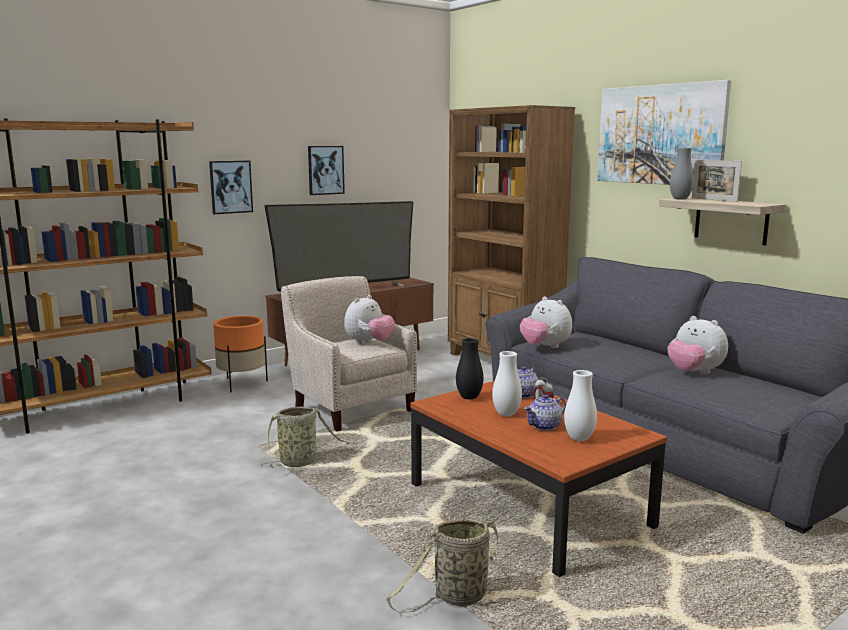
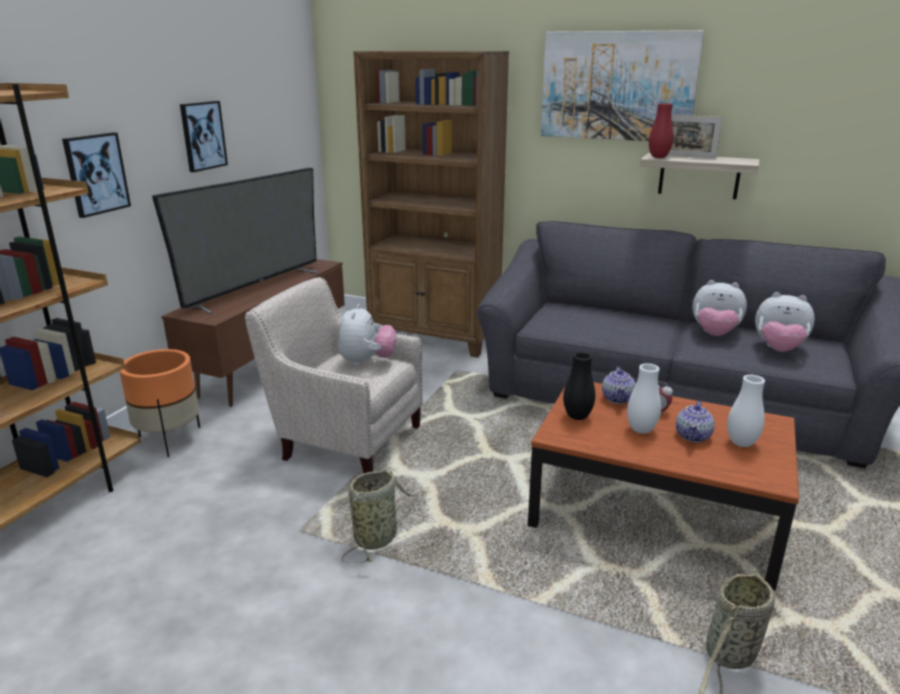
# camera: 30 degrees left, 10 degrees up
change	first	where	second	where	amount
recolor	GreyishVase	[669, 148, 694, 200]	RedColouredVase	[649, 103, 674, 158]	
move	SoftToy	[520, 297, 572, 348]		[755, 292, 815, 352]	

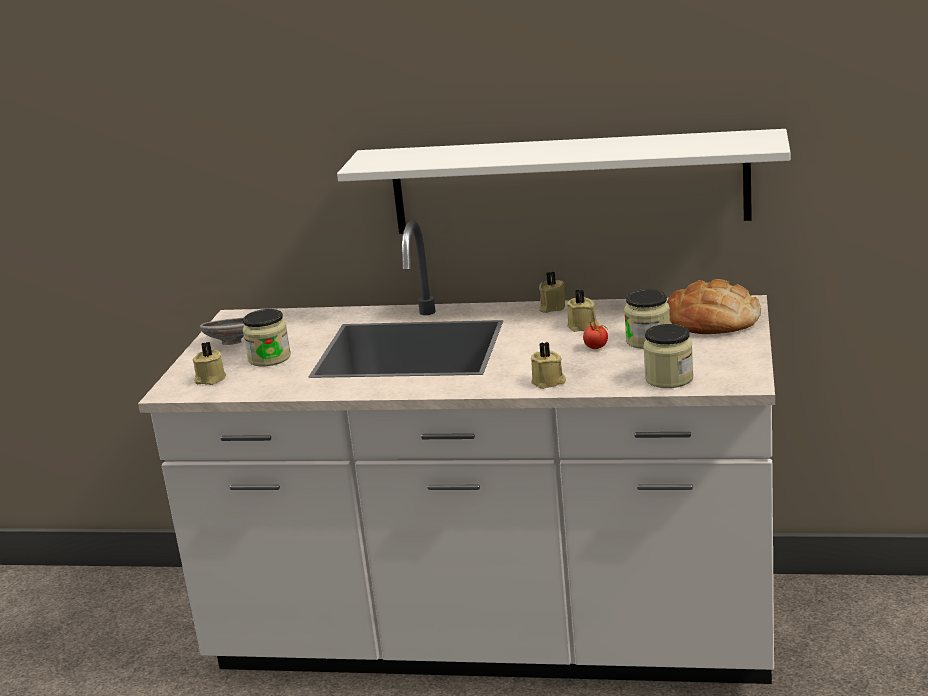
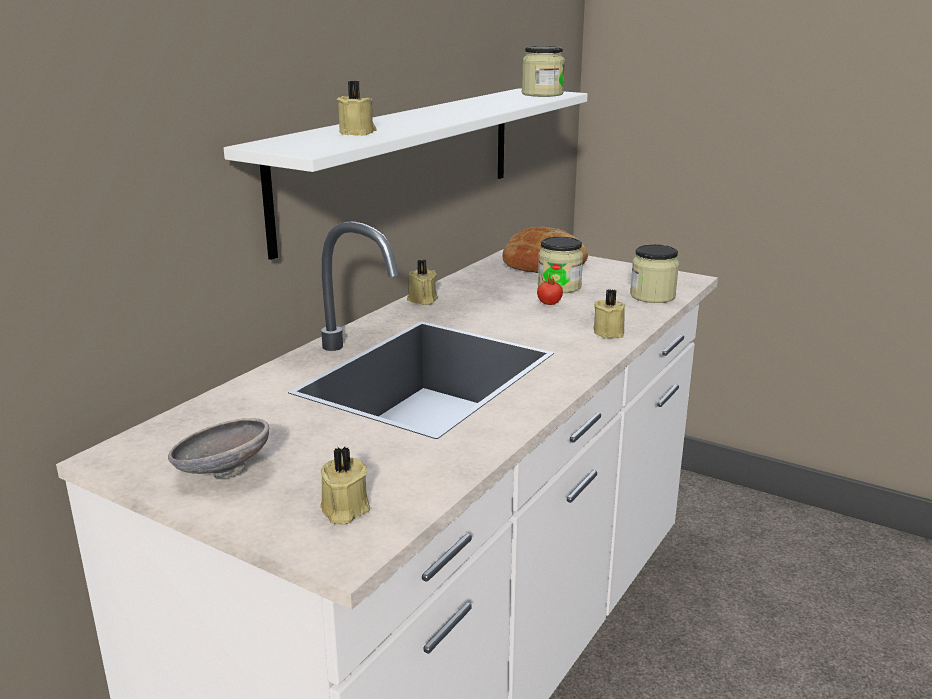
# camera: 70 degrees left, 0 degrees up
change	first	where	second	where	amount
move	BeigeColouredCandle	[567, 290, 599, 332]		[337, 81, 377, 136]	
move	PreserveJar	[243, 309, 291, 366]		[522, 46, 565, 97]	

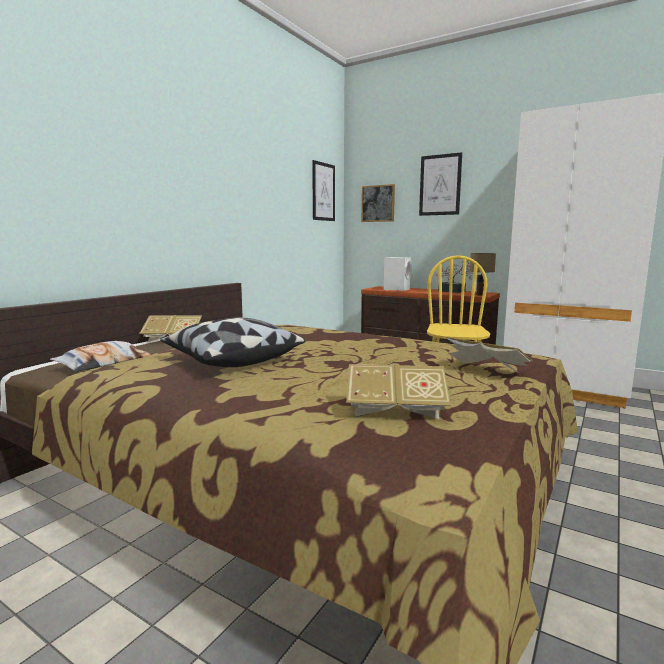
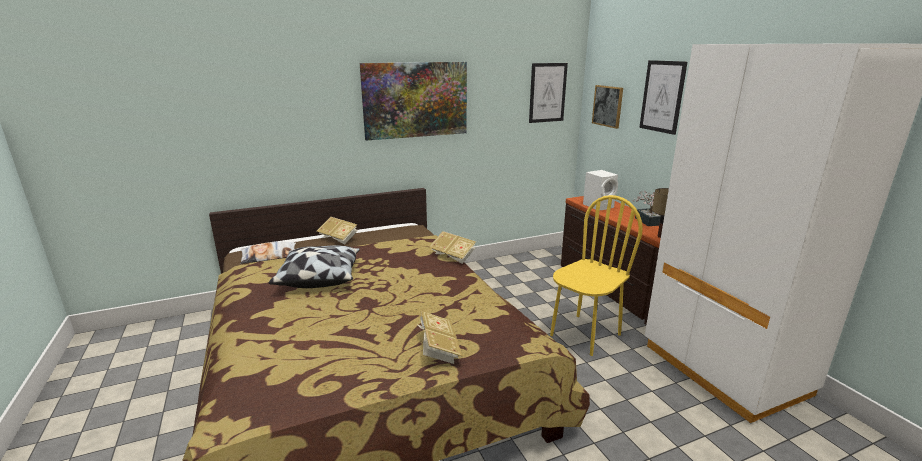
# camera: 35 degrees right, 10 degrees up
change	first	where	second	where	amount
insert			WallPicture	[360, 62, 467, 141]	
move	BoundBook	[346, 364, 451, 419]		[429, 231, 476, 264]	

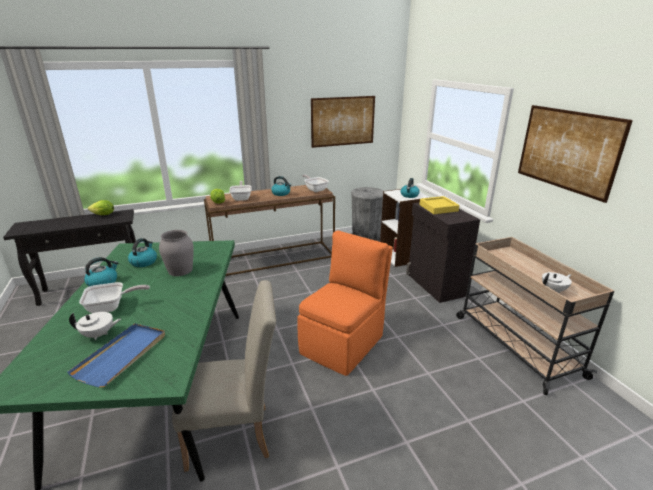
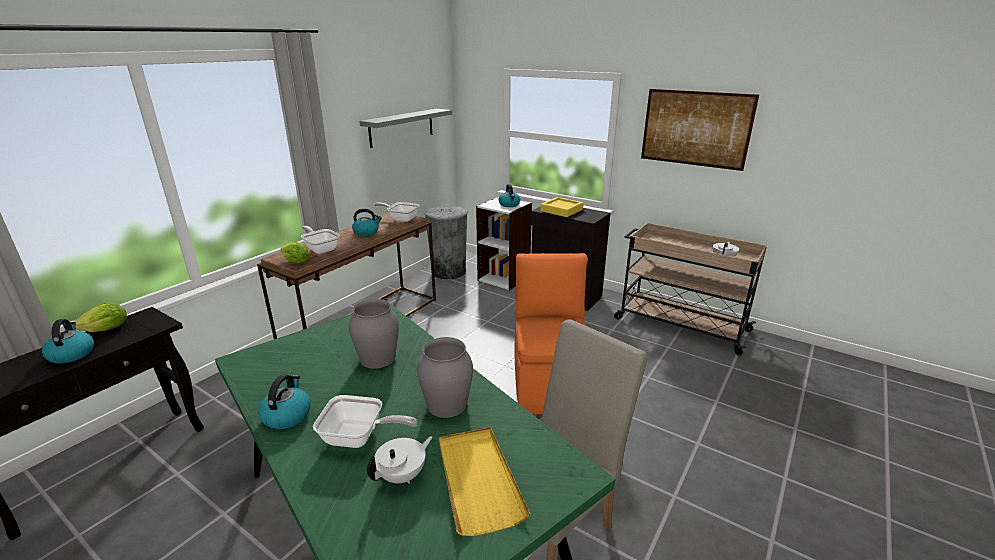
# camera: 35 degrees left, 0 degrees up
change	first	where	second	where	amount
move	TeaKettle	[128, 238, 157, 267]		[42, 319, 94, 364]	
rotate	Pan	[79, 282, 150, 313]		[313, 395, 418, 448]	60 degrees clockwise
replace	WallPicture	[311, 96, 375, 148]	GreyishShelf	[359, 109, 452, 148]	
insert			GreyishVase	[417, 337, 473, 418]	
recolor	BlueColouredTray	[67, 323, 165, 388]	YellowTray	[439, 427, 530, 536]	

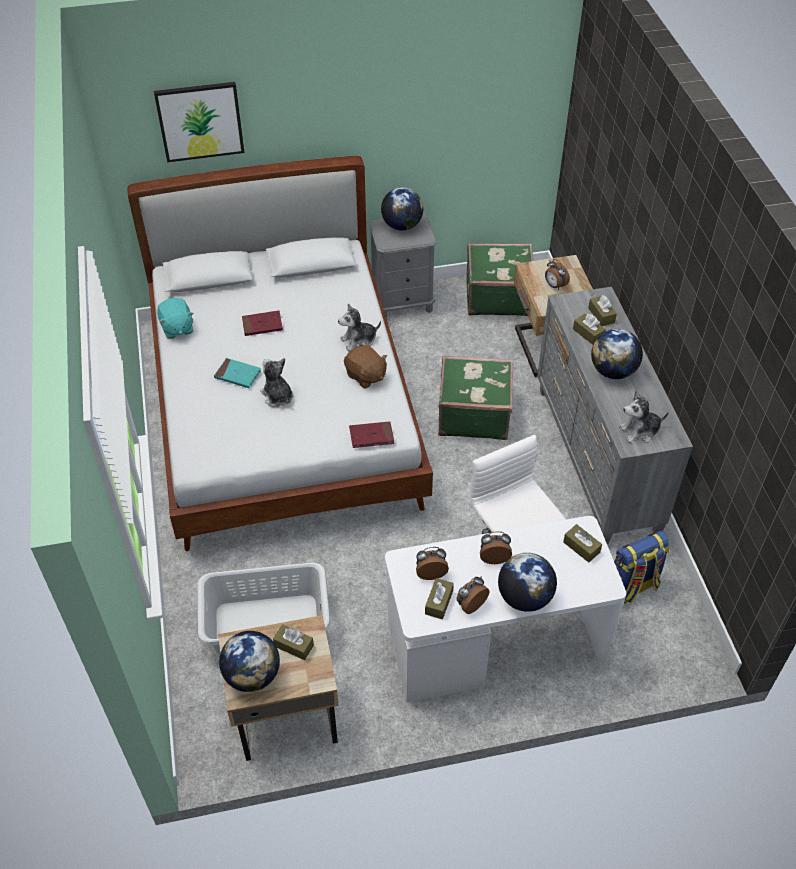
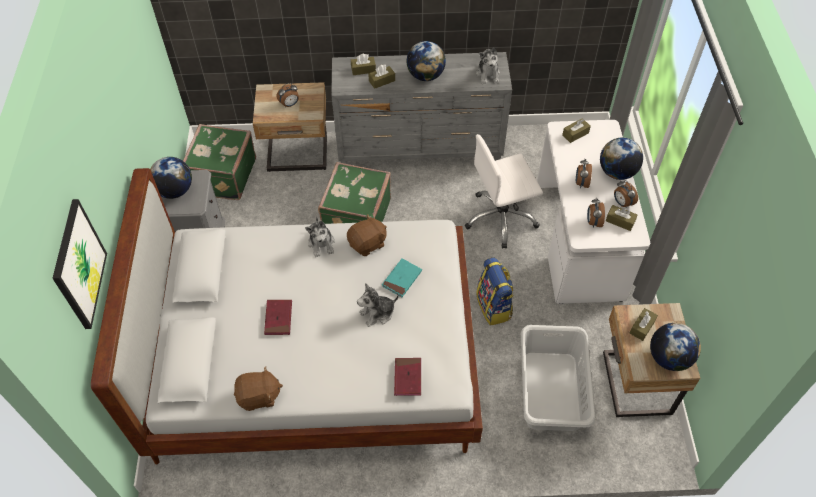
# camera: 80 degrees left, 5 degrees up
change	first	where	second	where	amount
recolor	TurquoiseColouredSoftToy	[157, 298, 194, 339]	BrownColouredSoftToy	[234, 366, 283, 411]	
move	TurquoiseColouredBoundBook	[214, 358, 261, 388]		[382, 258, 422, 297]	
move	RedColouredBoundBook	[349, 421, 394, 448]		[394, 358, 421, 396]	
move	Knapsack	[614, 531, 669, 603]		[476, 258, 514, 326]	

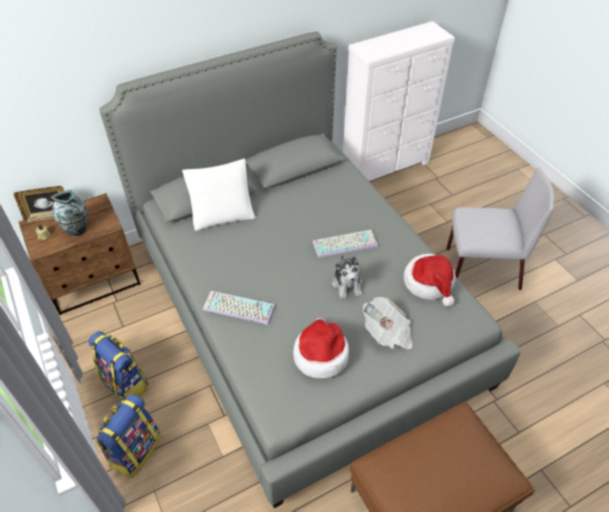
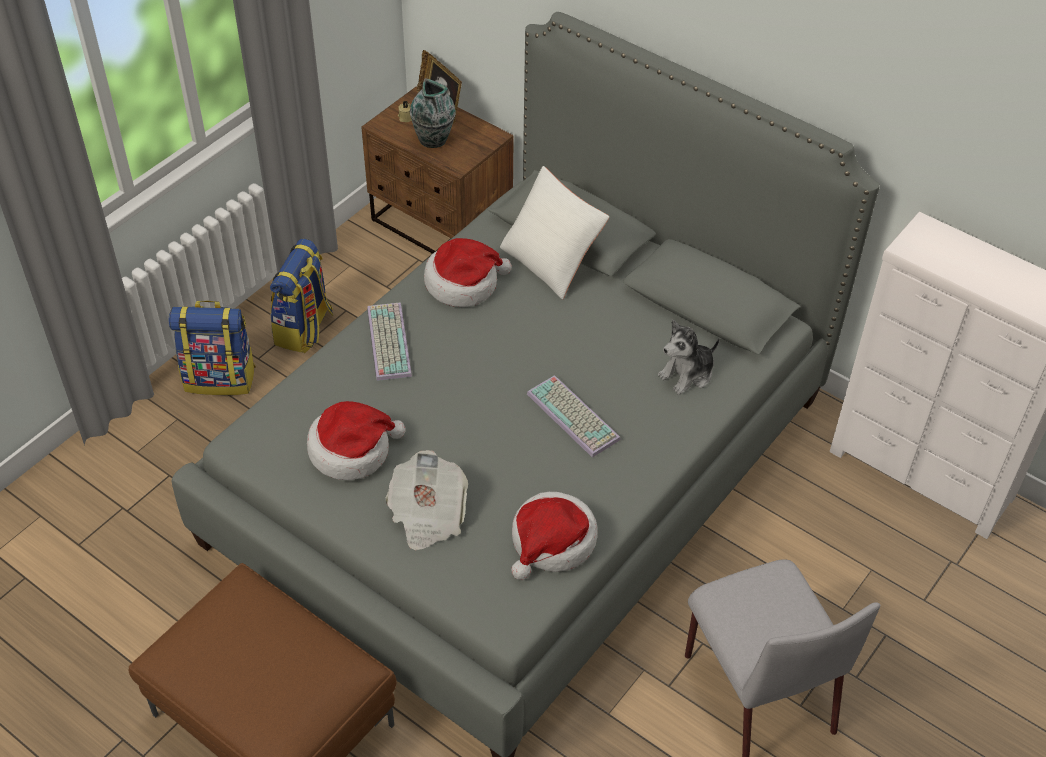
# camera: 65 degrees right, 0 degrees up
change	first	where	second	where	amount
insert			ClothingHat	[424, 238, 512, 307]	
move	SoftToy	[332, 255, 362, 299]		[658, 320, 720, 395]	

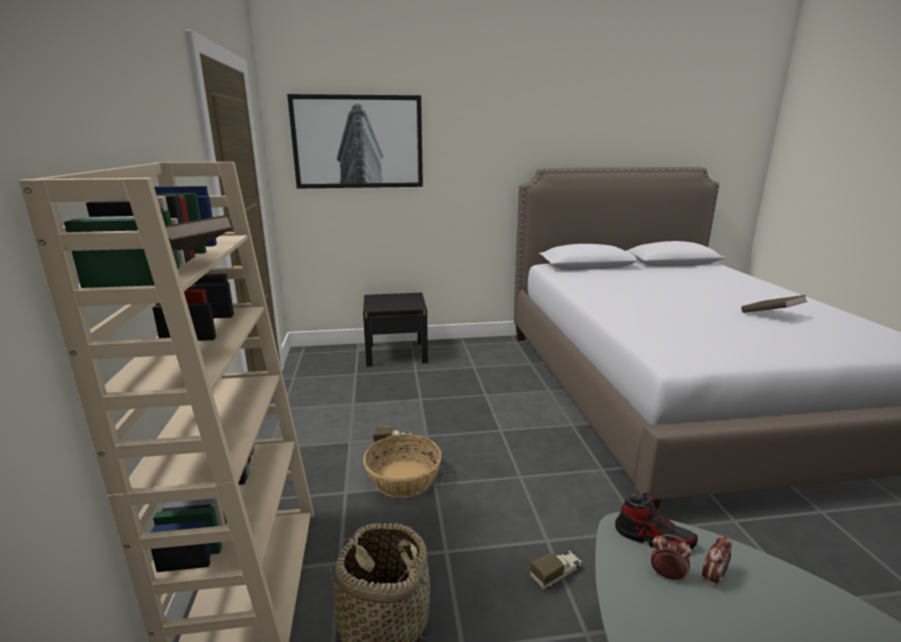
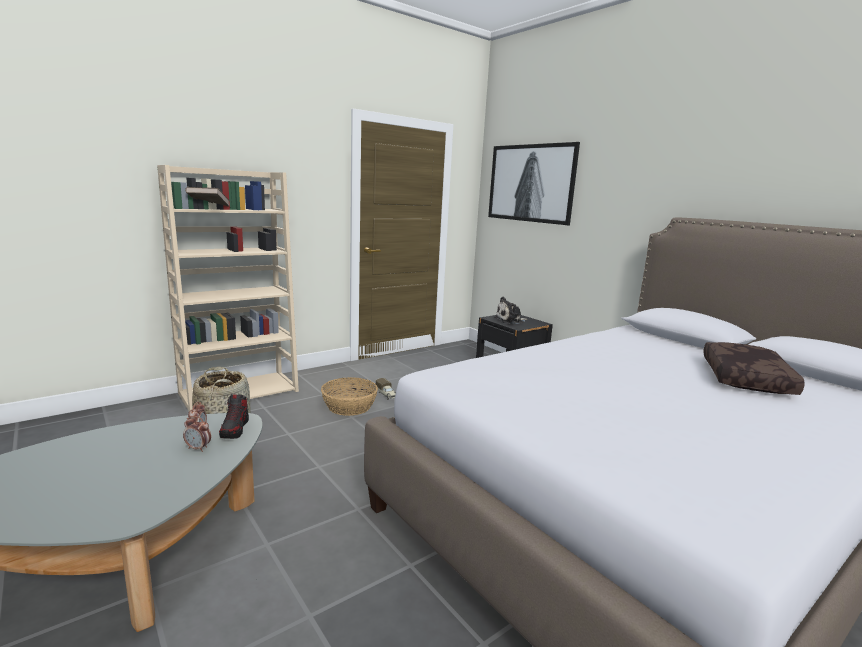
# camera: 60 degrees right, 5 degrees down
change	first	where	second	where	amount
insert			SoftToy	[494, 297, 528, 324]	
insert			BrownColouredThrowPillow	[703, 342, 805, 395]	
delete	ModelTruck	[530, 551, 582, 589]			
delete	BrownColouredBoundBook	[741, 295, 808, 313]			

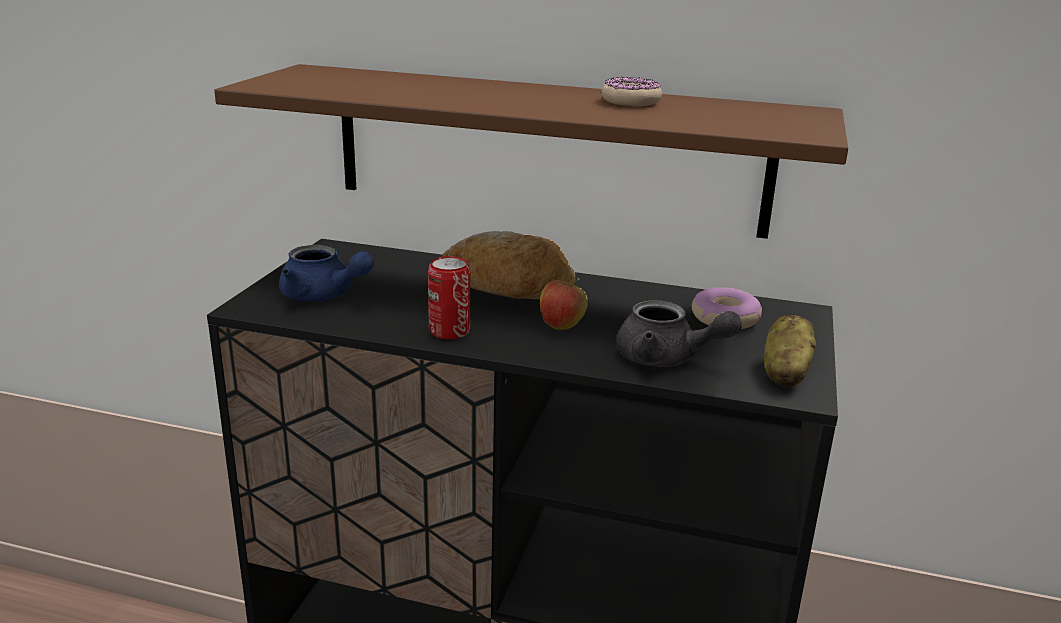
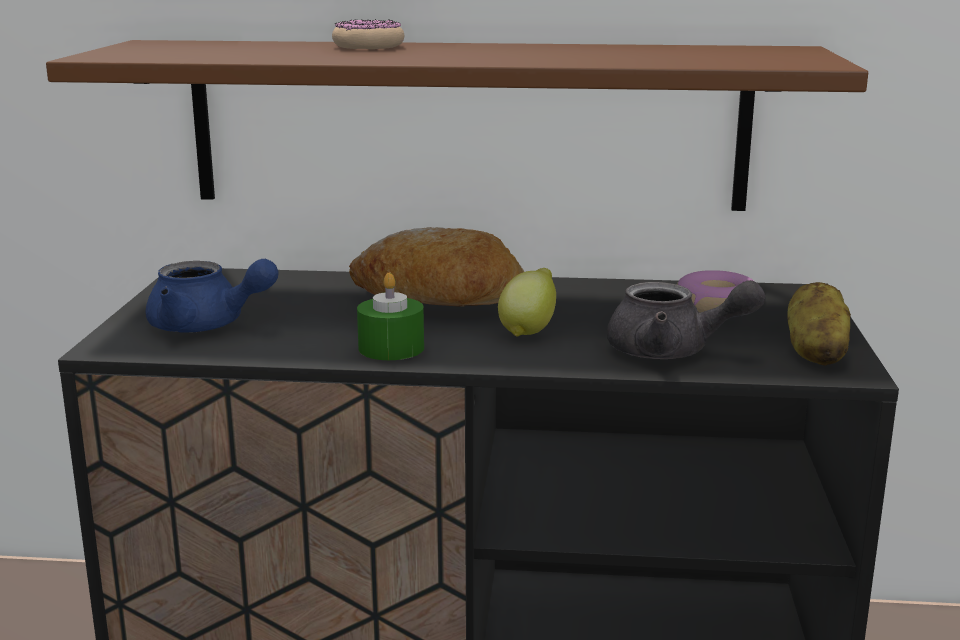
# camera: 10 degrees left, 5 degrees down
change	first	where	second	where	amount
move	Doughnut	[601, 77, 662, 106]		[332, 19, 404, 49]	
replace	MetalCan	[428, 256, 470, 339]	GreenCandle	[357, 272, 424, 360]	
replace	WholeApple	[540, 278, 588, 330]	CitrusFruit	[498, 268, 556, 337]	

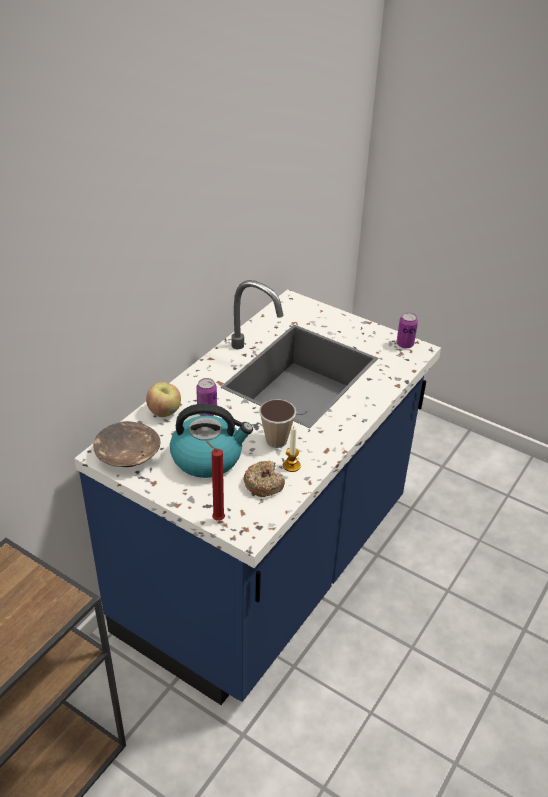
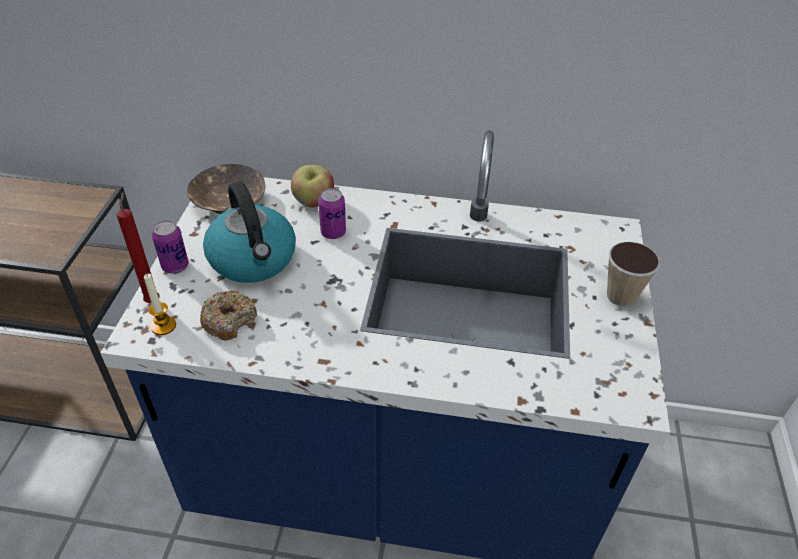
# camera: 65 degrees right, 5 degrees up
change	first	where	second	where	amount
move	Candle	[283, 426, 301, 472]		[144, 273, 176, 335]	
move	MetalCan	[396, 313, 418, 348]		[152, 220, 189, 274]	
move	SmallCup	[259, 399, 296, 448]		[607, 242, 661, 307]	

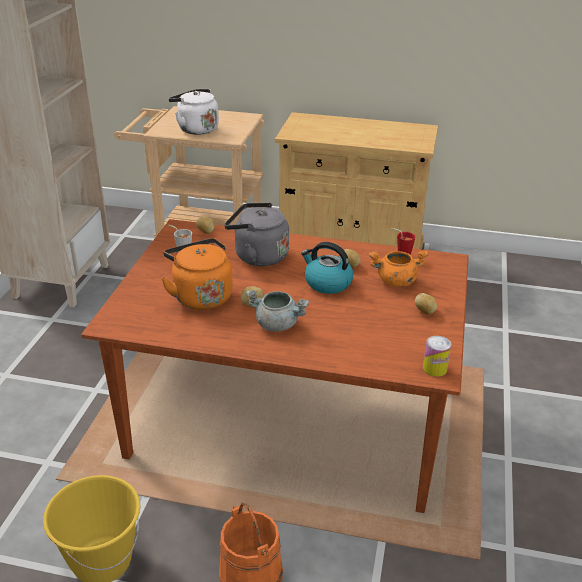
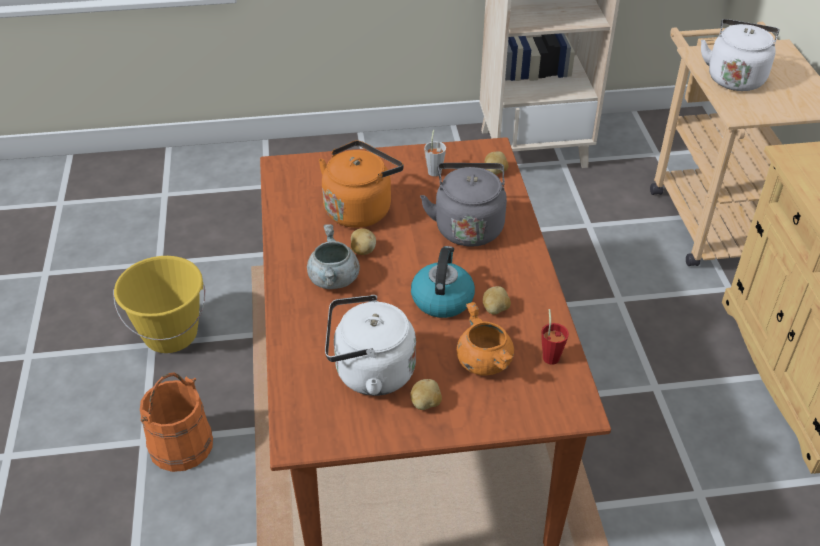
# camera: 70 degrees right, 10 degrees up
change	first	where	second	where	amount
insert			WhitishTeaKettle	[325, 295, 416, 396]	
delete	MetalCan	[423, 336, 451, 377]			

